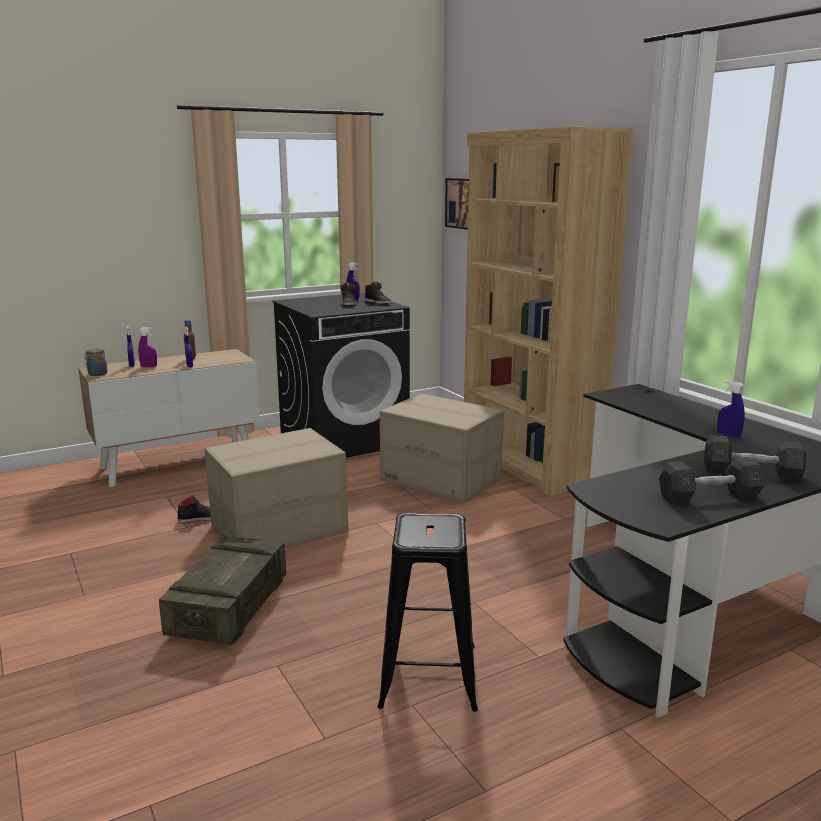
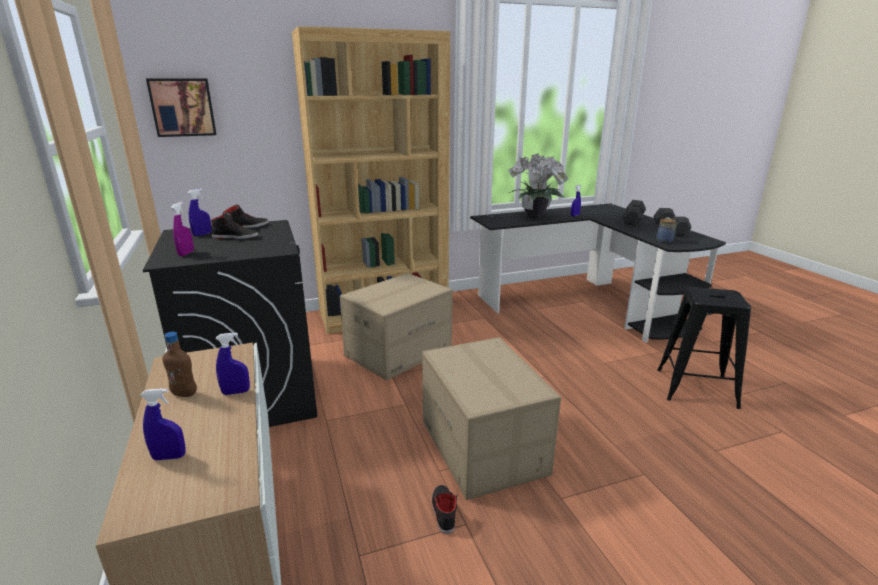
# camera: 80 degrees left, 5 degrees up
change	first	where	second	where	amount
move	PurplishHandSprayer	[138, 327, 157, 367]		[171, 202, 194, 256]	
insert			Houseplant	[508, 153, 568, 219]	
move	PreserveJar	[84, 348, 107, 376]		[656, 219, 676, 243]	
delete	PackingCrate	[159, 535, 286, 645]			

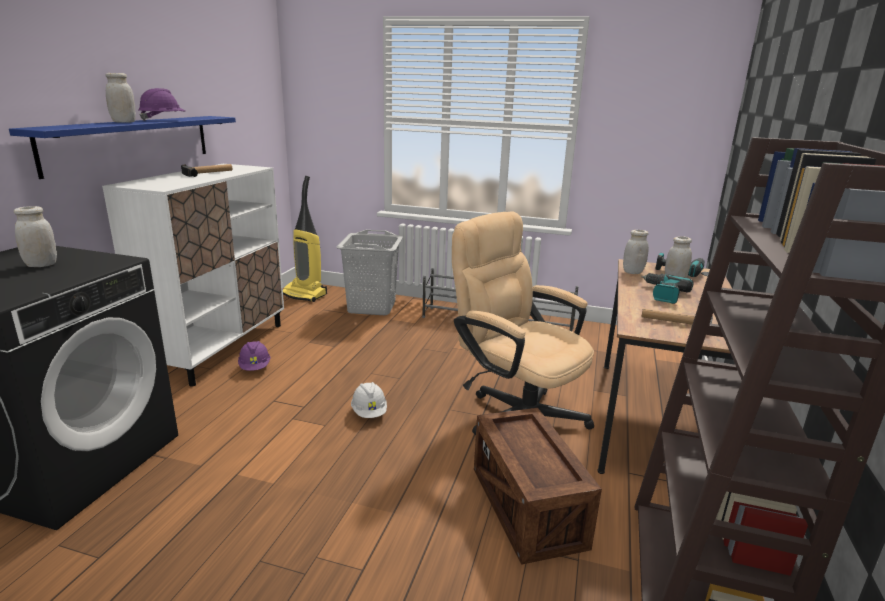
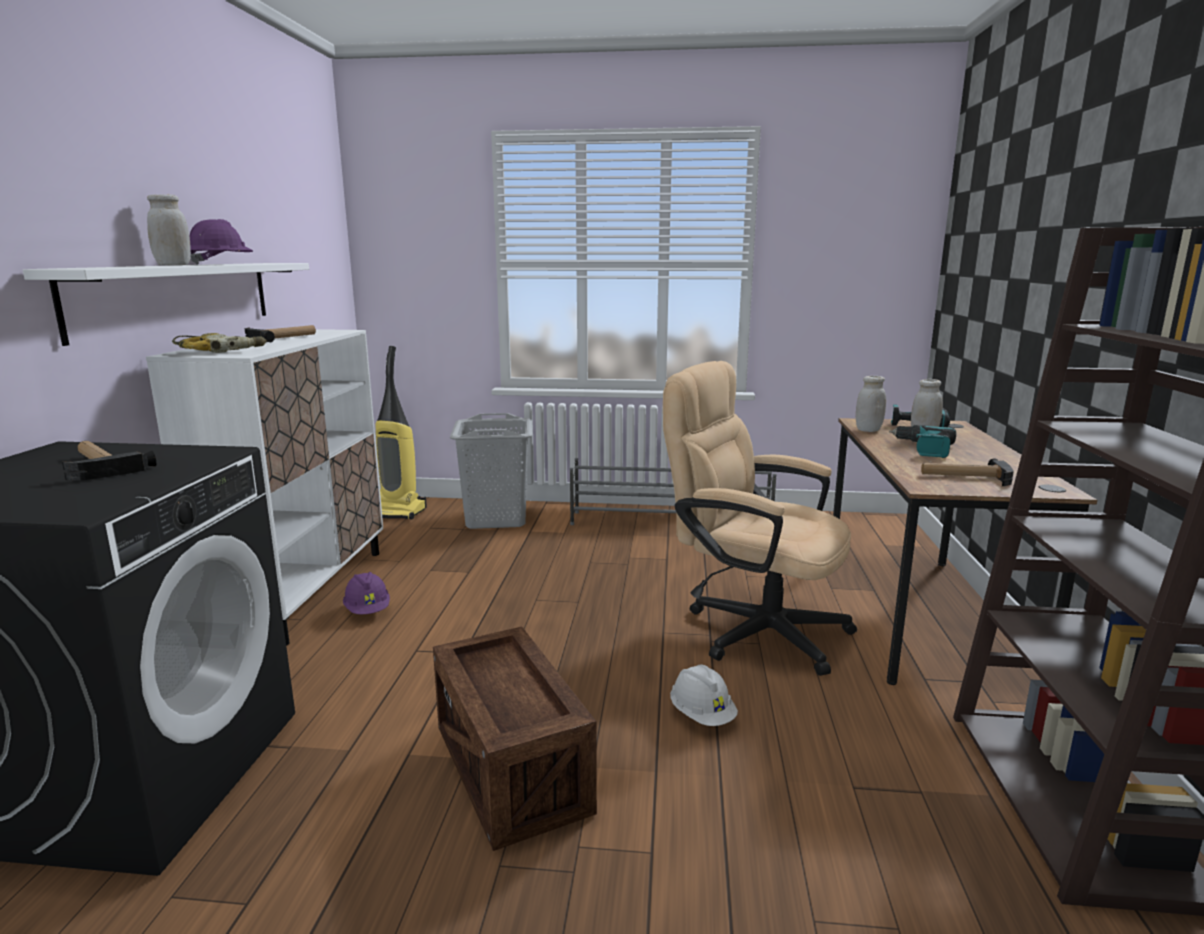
# camera: 10 degrees left, 5 degrees down
change	first	where	second	where	amount
recolor	BlueColouredShelf	[9, 116, 236, 179]	WhitishShelf	[23, 263, 309, 346]	
replace	WhitishPreserveJar	[14, 206, 57, 267]	Hammer	[62, 441, 156, 481]	
insert			ElectricDrill	[172, 333, 267, 353]	
move	PackingCrate	[474, 408, 602, 565]		[433, 627, 597, 851]	
move	WhitishWorkHelmet	[351, 382, 387, 418]		[670, 665, 738, 726]	

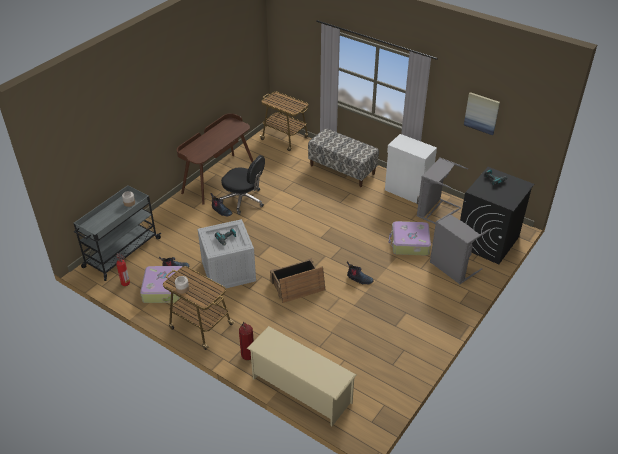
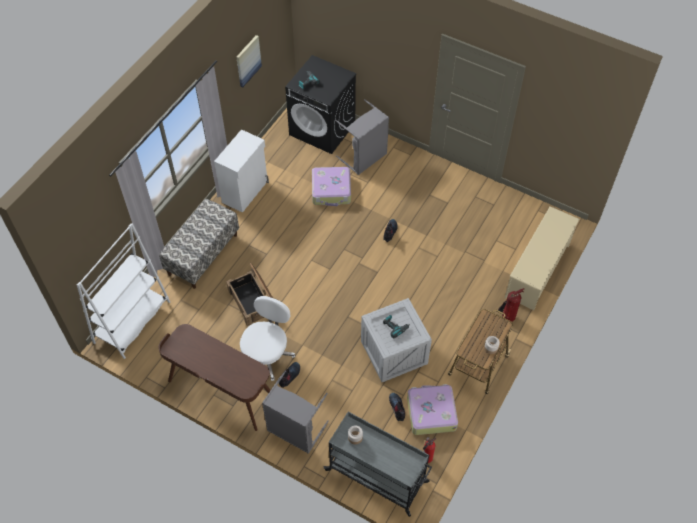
# camera: 95 degrees left, 15 degrees up
change	first	where	second	where	amount
replace	Cart	[259, 92, 308, 151]	WhitishBookshelf	[77, 223, 170, 359]	
move	PackingCrate	[270, 258, 325, 303]		[226, 263, 273, 326]	
recolor	BlackColouredComputerChair	[219, 155, 265, 215]	WhitishComputerChair	[240, 296, 295, 381]	
move	GreyishLaundryBasket	[417, 158, 468, 224]		[262, 371, 329, 454]	

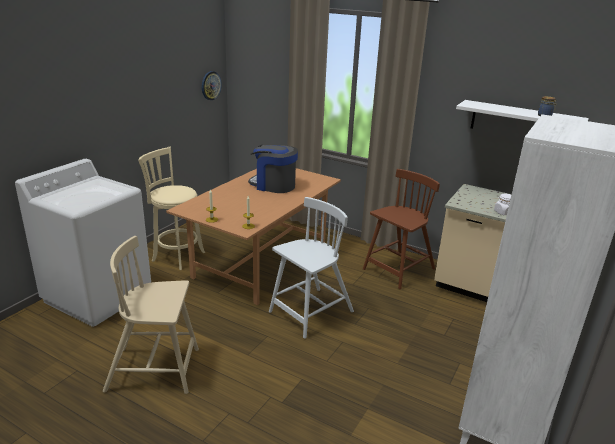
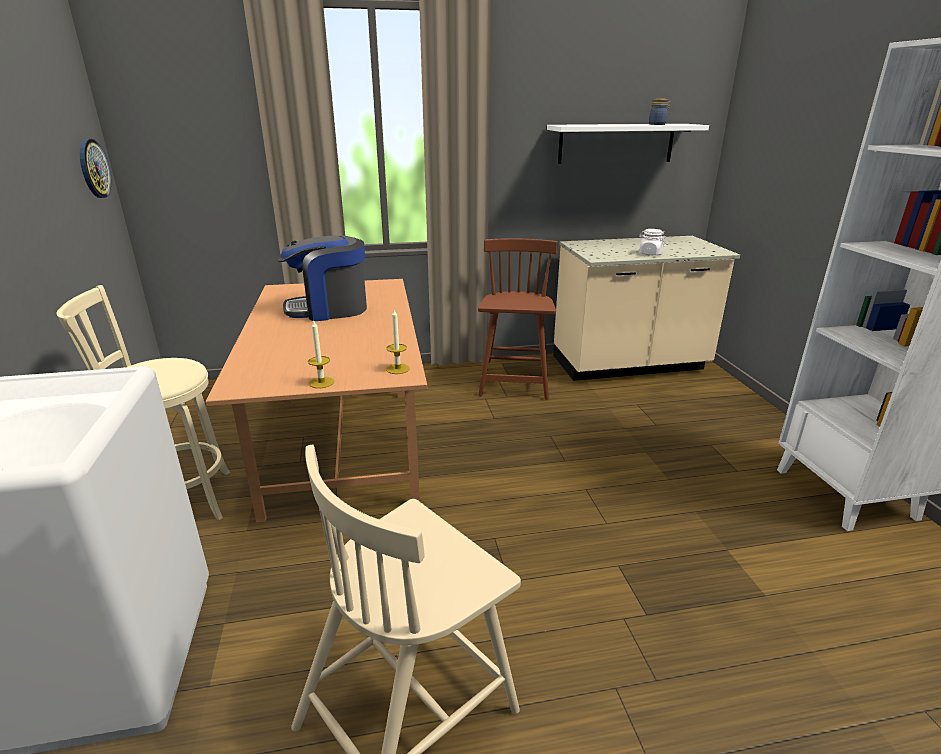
# camera: 40 degrees left, 0 degrees up
change	first	where	second	where	amount
delete	WhitishChair	[269, 197, 354, 339]			

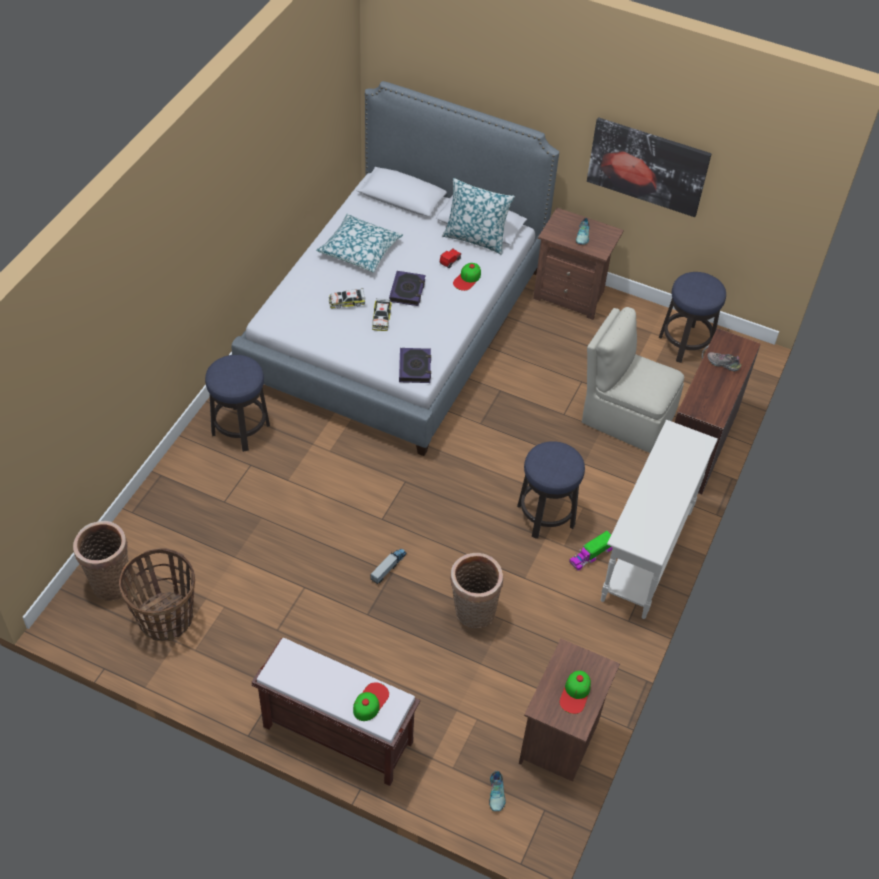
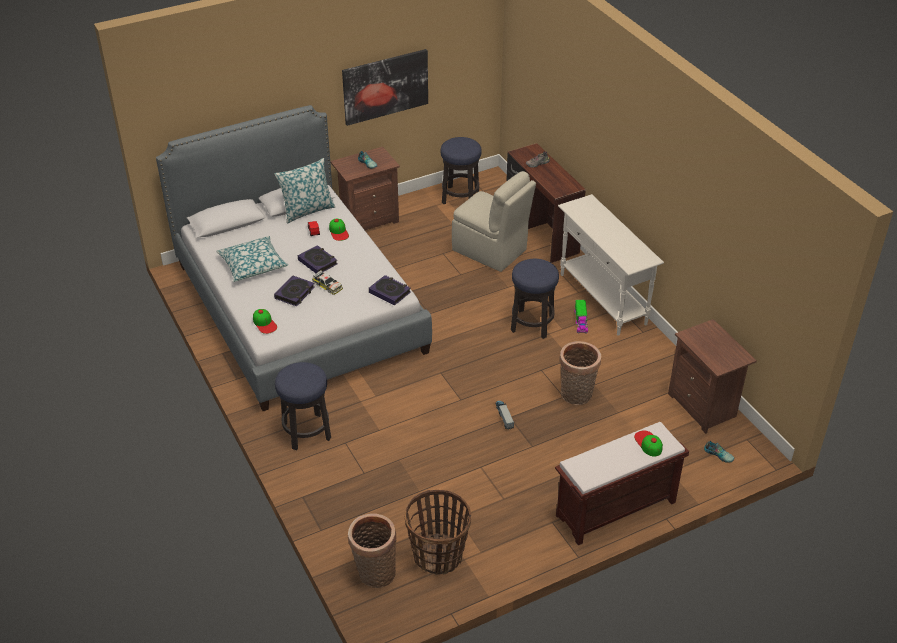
# camera: 50 degrees left, 10 degrees down
change	first	where	second	where	amount
move	PeakedCap	[560, 671, 591, 714]		[253, 309, 277, 334]	
replace	MiniatureCar	[329, 288, 365, 308]	BoundBook	[274, 275, 315, 306]	
rotate	BeigeColouredChair	[582, 307, 684, 453]		[452, 171, 536, 272]	120 degrees counterclockwise

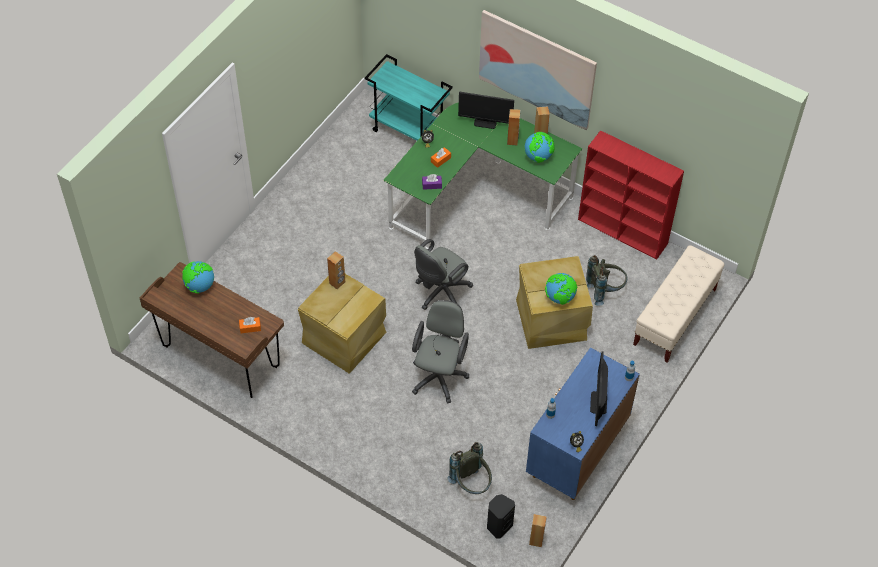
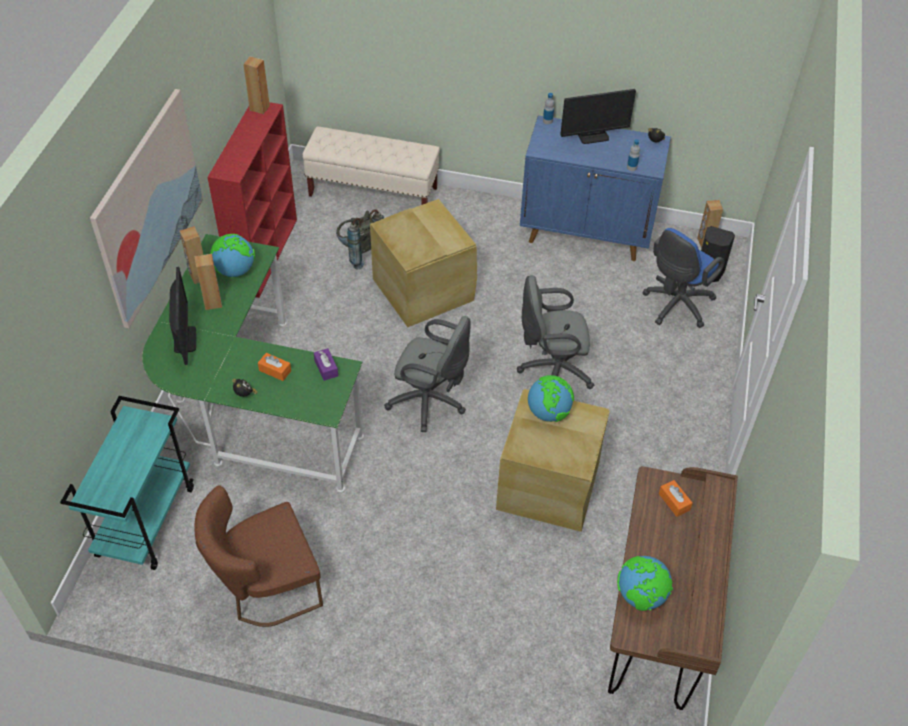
# camera: 110 degrees left, 5 degrees down
change	first	where	second	where	amount
insert			BrownColouredChair	[194, 485, 323, 627]	
move	BrownColouredLoudspeaker	[327, 251, 345, 289]		[243, 56, 270, 114]	
move	Globe	[545, 273, 577, 305]		[528, 375, 574, 422]	
replace	GreyishKnapsack	[447, 442, 492, 494]	BlueColouredComputerChair	[643, 228, 724, 328]	

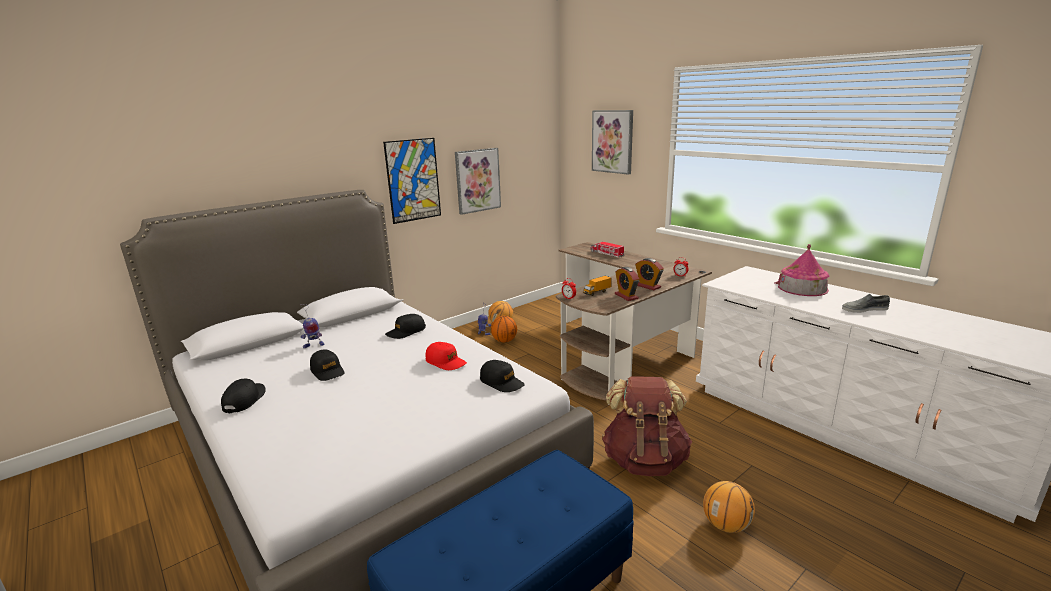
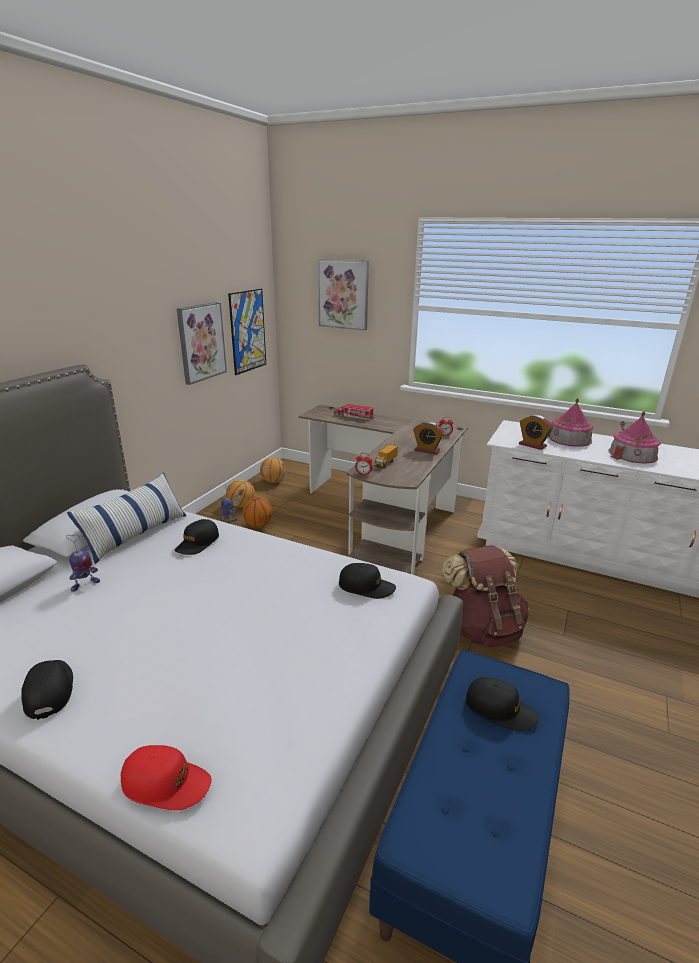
# camera: 25 degrees left, 5 degrees up
change	first	where	second	where	amount
insert			ThrowPillow	[67, 472, 186, 564]	
move	RedColouredPeakedCap	[426, 342, 467, 370]		[121, 745, 212, 810]	
move	WallPicture	[383, 138, 441, 224]		[228, 289, 266, 375]	
move	BallForBasketball	[703, 481, 755, 533]		[260, 457, 286, 483]	
move	BlackColouredPeakedCap	[310, 349, 344, 381]		[466, 677, 539, 731]	
move	BedsideClock	[615, 267, 639, 301]		[519, 415, 553, 450]	
replace	GreyishShoe	[842, 294, 890, 313]	MiniatureHouse	[608, 411, 661, 463]	

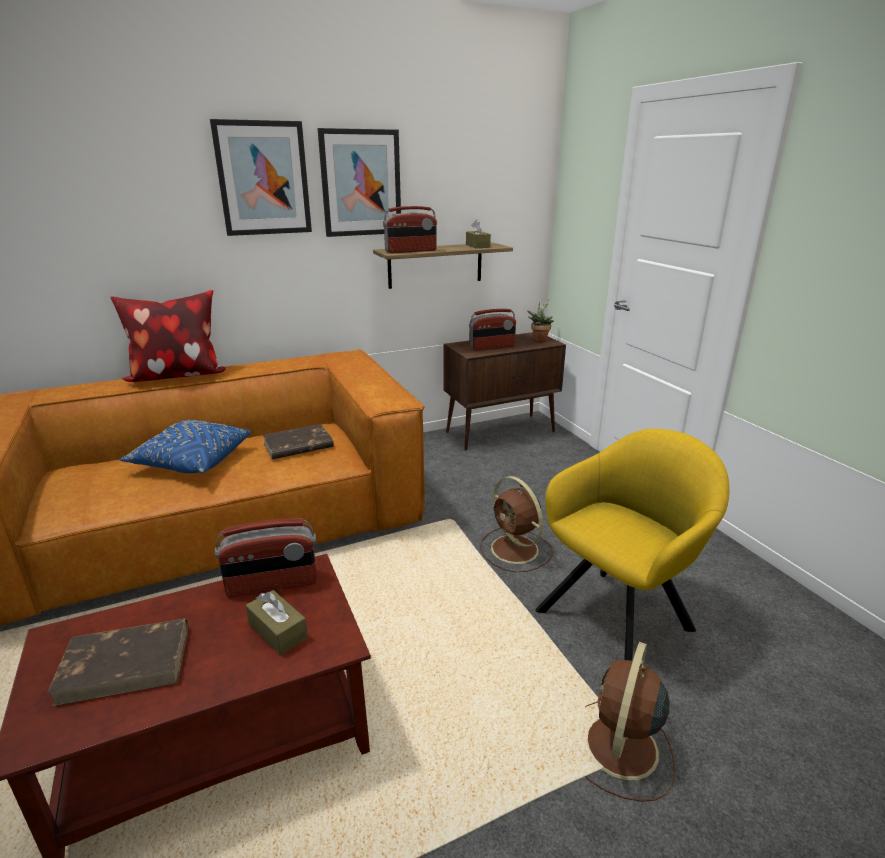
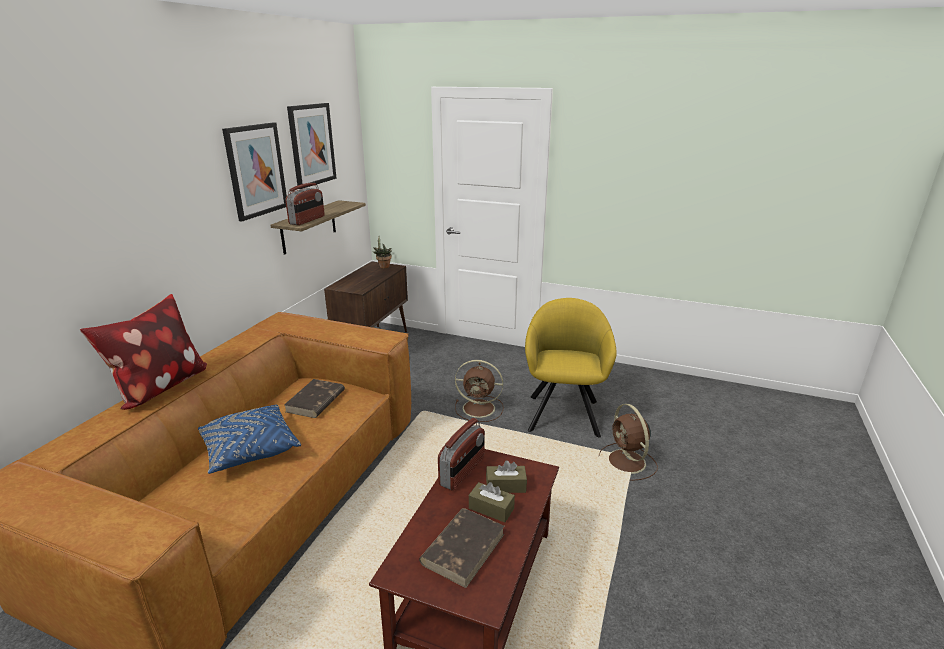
# camera: 45 degrees left, 0 degrees up
change	first	where	second	where	amount
move	WallPicture	[210, 119, 312, 236]		[287, 103, 337, 189]	
move	BrownColouredTissueBox	[466, 220, 491, 248]		[469, 482, 515, 522]	
delete	RadioReceiver	[469, 309, 516, 350]			

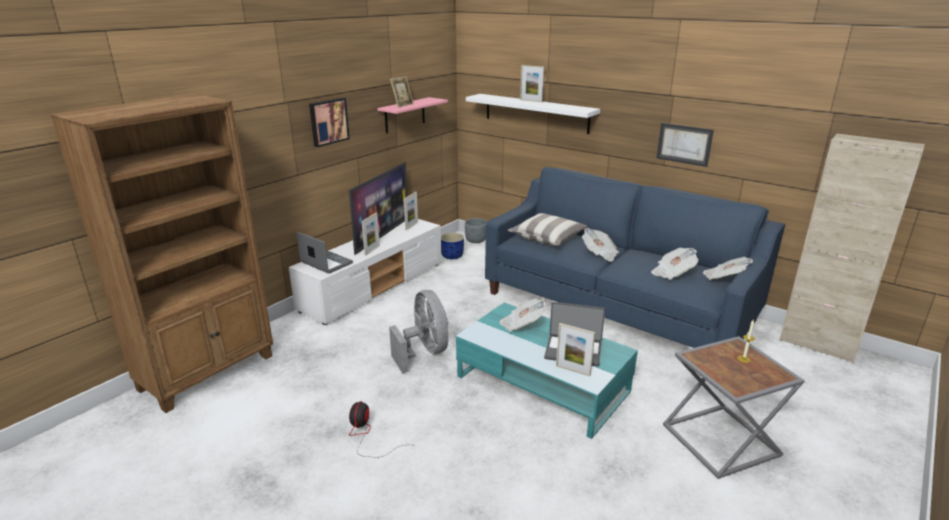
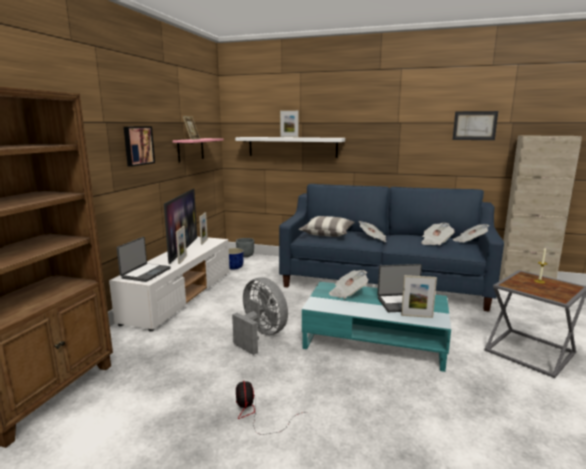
# camera: 20 degrees left, 10 degrees down
change	first	where	second	where	amount
rotate	NotebookComputer	[296, 232, 353, 274]		[117, 237, 171, 282]	90 degrees clockwise
move	WallPicture	[656, 123, 714, 167]		[453, 111, 498, 140]	

